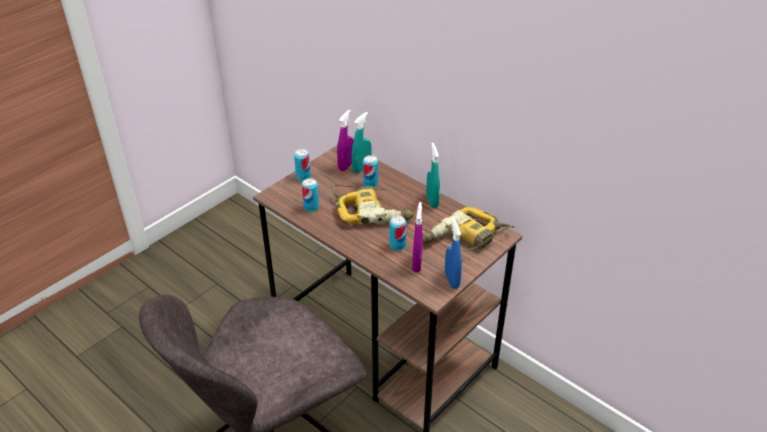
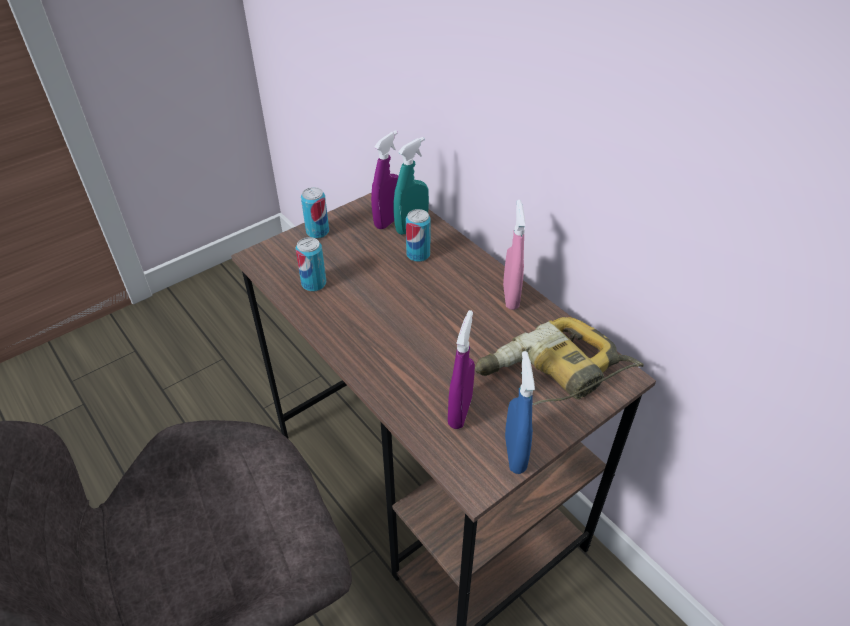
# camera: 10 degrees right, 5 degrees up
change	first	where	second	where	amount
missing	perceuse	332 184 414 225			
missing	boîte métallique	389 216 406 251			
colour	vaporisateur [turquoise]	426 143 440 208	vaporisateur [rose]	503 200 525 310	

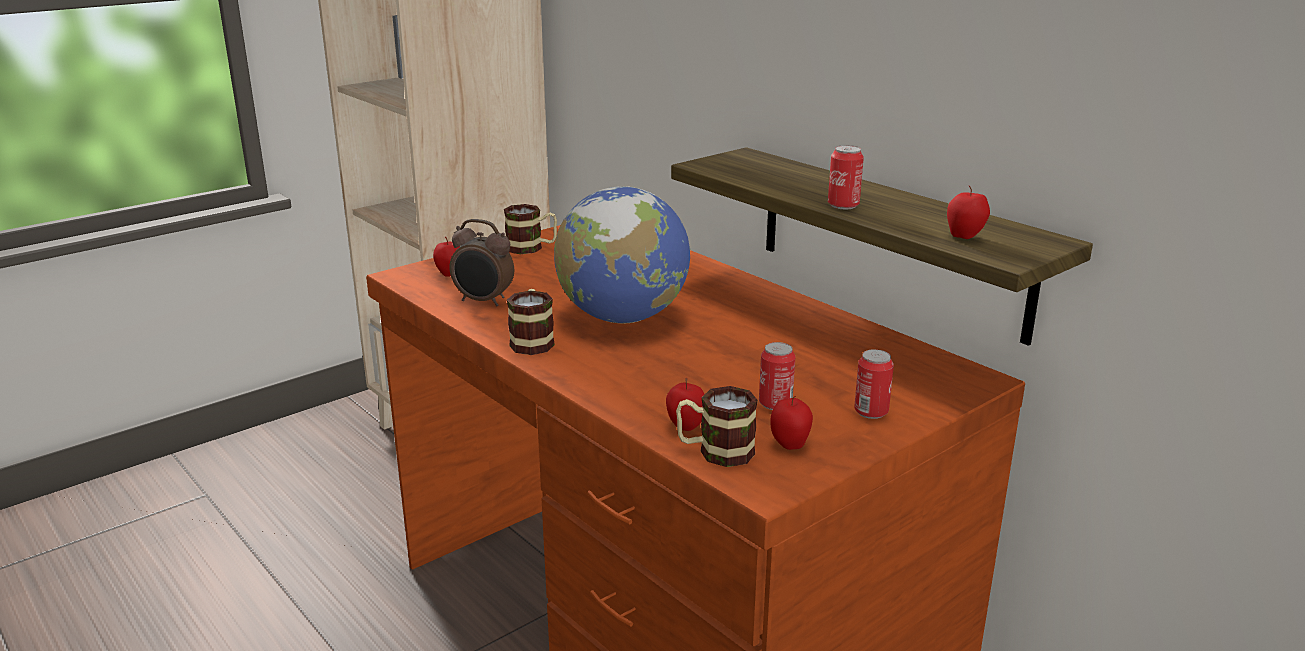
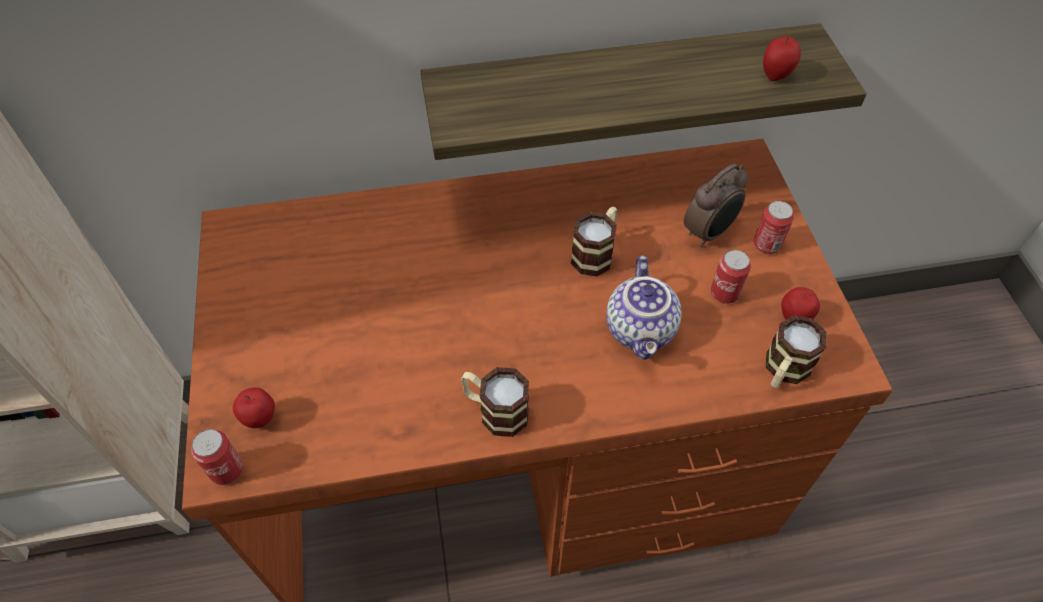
# camera: 60 degrees left, 30 degrees up
change	first	where	second	where	amount
relocated	réveil	450 219 514 306		684 164 748 247	
relocated	mug	504 204 557 254		571 207 617 277	
missing	globe	554 186 690 323			
missing	pomme	666 378 705 431			
relocated	boîte métallique	828 145 864 209		191 429 243 485	
appeared			théière	606 256 682 360	

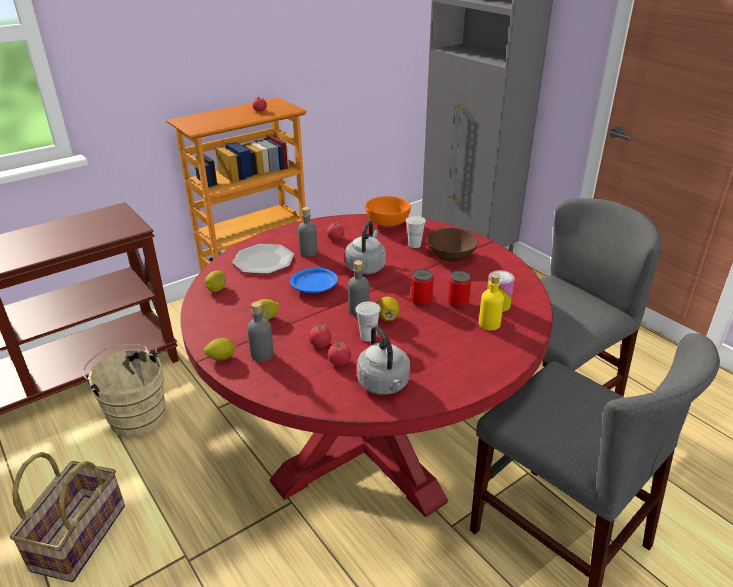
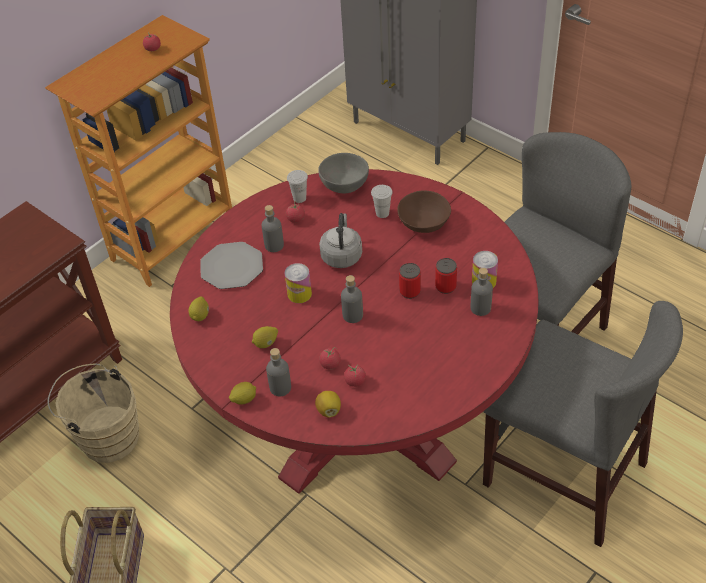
# camera: 10 degrees left, 15 degrees up
change	first	where	second	where	amount
exchanged	assiette [bleu]	290 268 338 293	boîte métallique	284 263 312 303	
relocated	tasse [blanc]	355 302 381 342		287 170 308 203	
missing	bouilloire [gris]	357 325 410 395			
colour	bol [orange]	365 196 411 227	bol [gris]	318 153 369 193	
relocated	citron	377 296 400 321		315 391 341 418	
colour	bouteille [jaune]	479 273 504 330	bouteille [gris]	471 268 493 316	

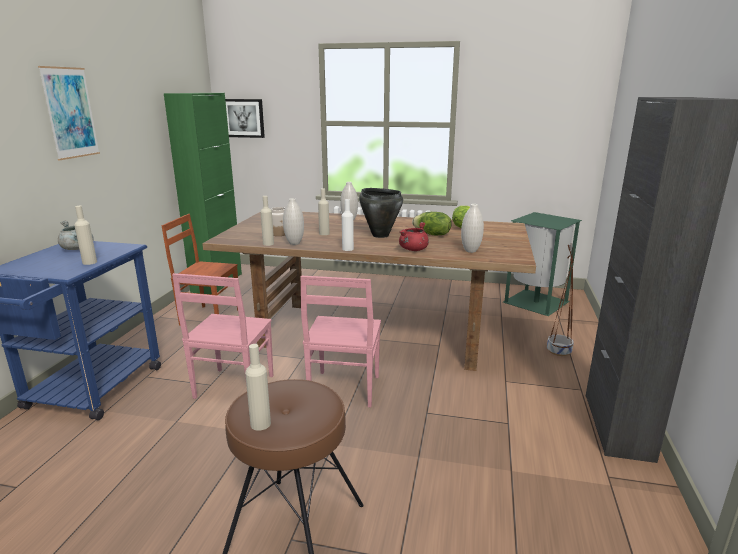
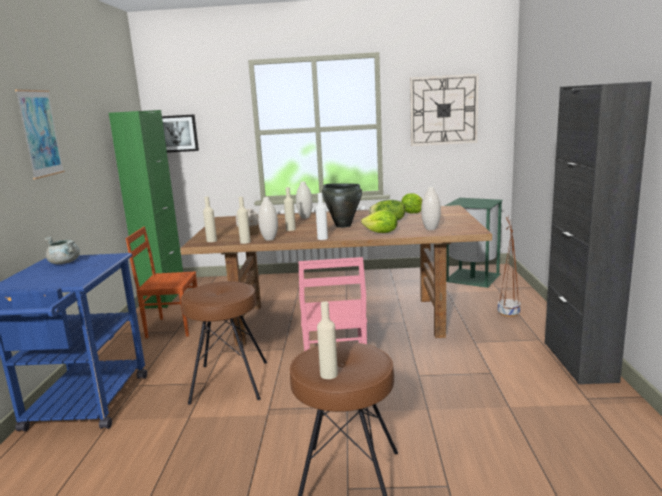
# camera: 10 degrees left, 5 degrees down
change	first	where	second	where	amount
relocated	bouteille [beige]	74 206 97 265		203 197 217 242	
exchanged	chaise [rose]	172 273 273 399	tabouret [marron]	181 281 267 405	
exchanged	marmite [rouge]	399 222 429 251	laitue	361 210 397 233	
appeared			horloge murale	410 74 478 146	

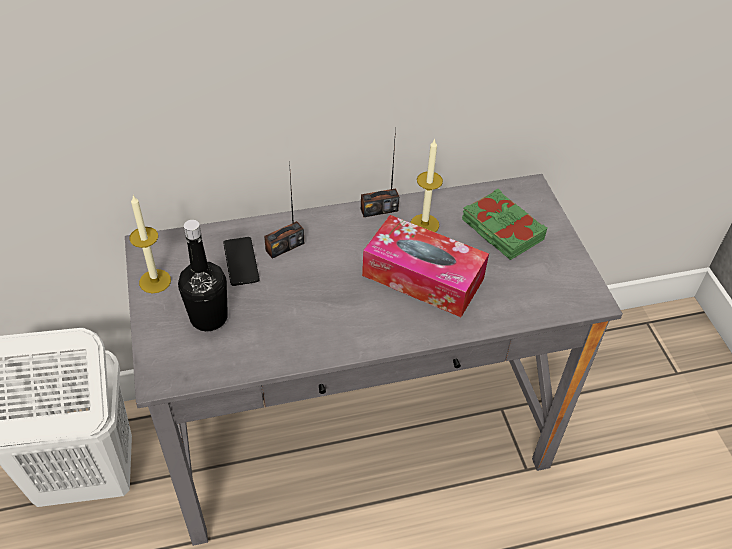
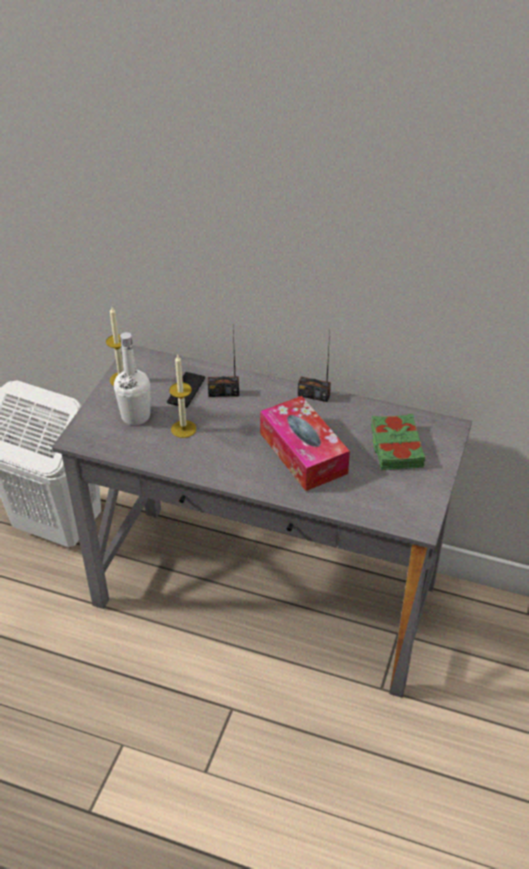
# camera: 35 degrees right, 5 degrees down
change	first	where	second	where	amount
colour	bouteille [noir]	178 220 228 331	bouteille [blanc]	114 332 150 425	
relocated	bougie	410 138 443 232		169 354 197 438	

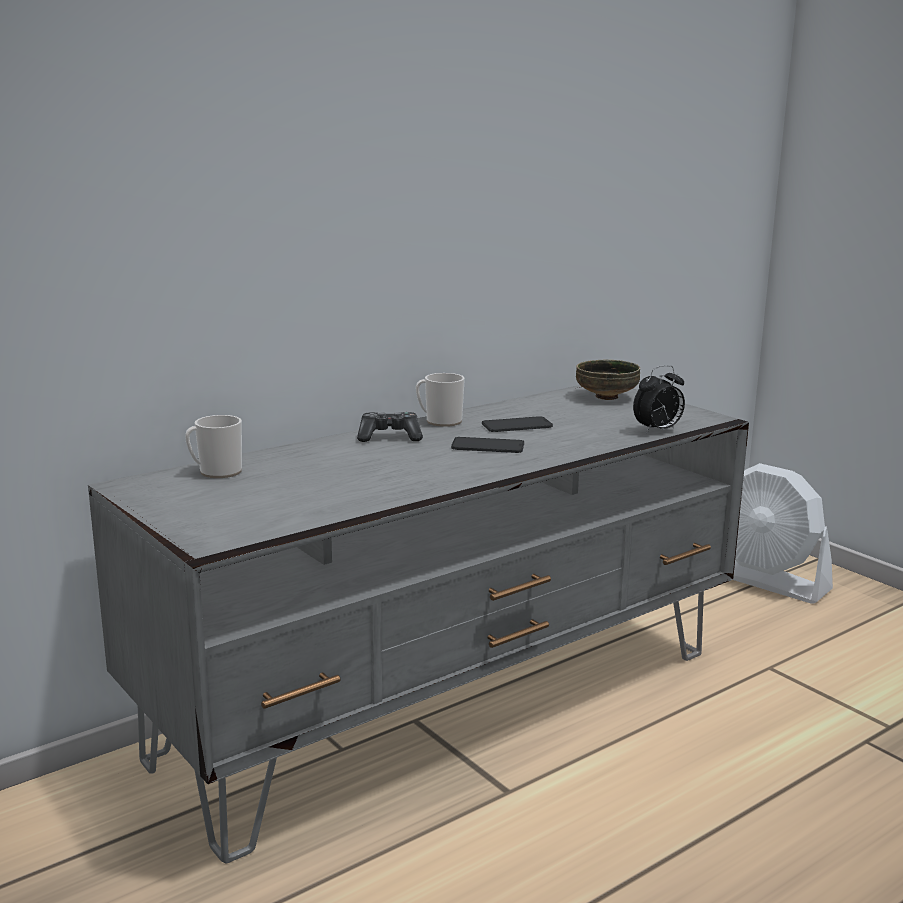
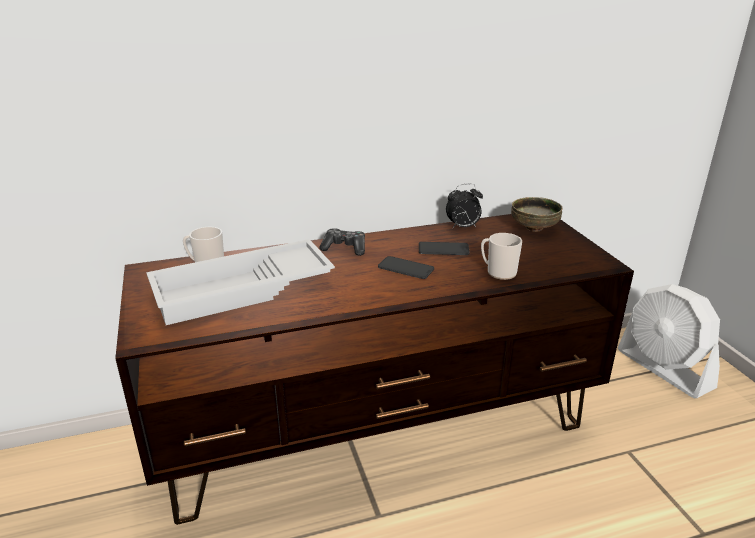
# camera: 20 degrees right, 10 degrees up
change	first	where	second	where	amount
colour	meuble télé [gris]	88 385 749 864	meuble télé [marron]	115 214 634 525	
relocated	mug	416 373 465 427		481 233 522 280	
relocated	réveil	633 365 685 434		446 184 483 229	
appeared			plateau [blanc]	146 239 335 325	

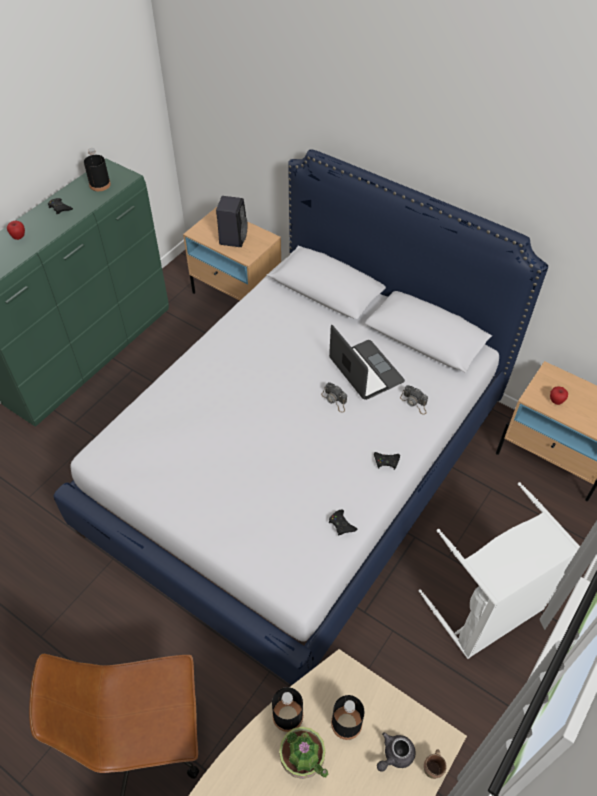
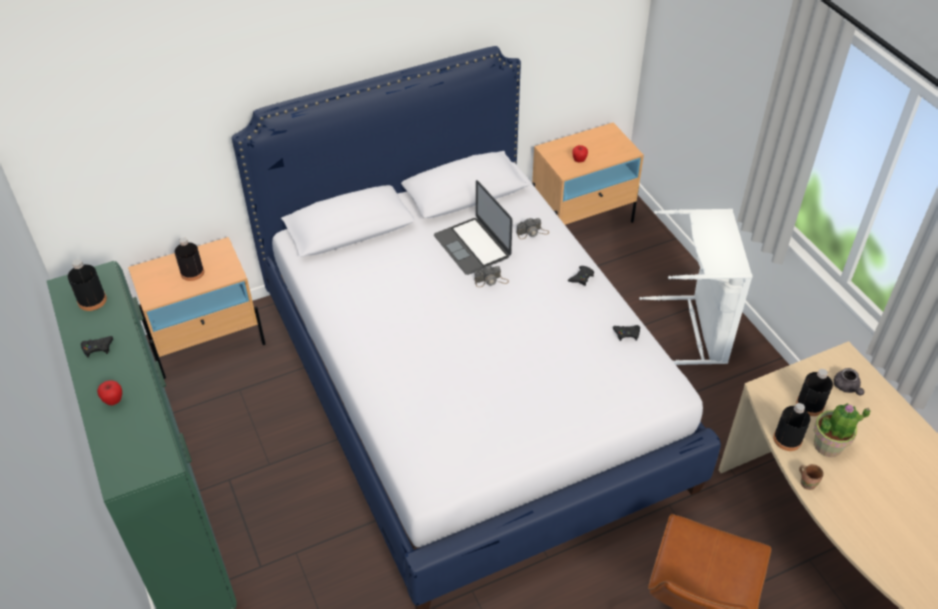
# camera: 60 degrees left, 5 degrees down
change	first	where	second	where	amount
exchanged	enceinte [noir]	216 196 248 247	bouteille [noir]	175 238 204 281	
spun	ordinateur portable	329 325 405 400		434 180 513 275	120 degrees counterclockwise
relocated	mug [marron]	424 749 447 779		799 464 823 490	

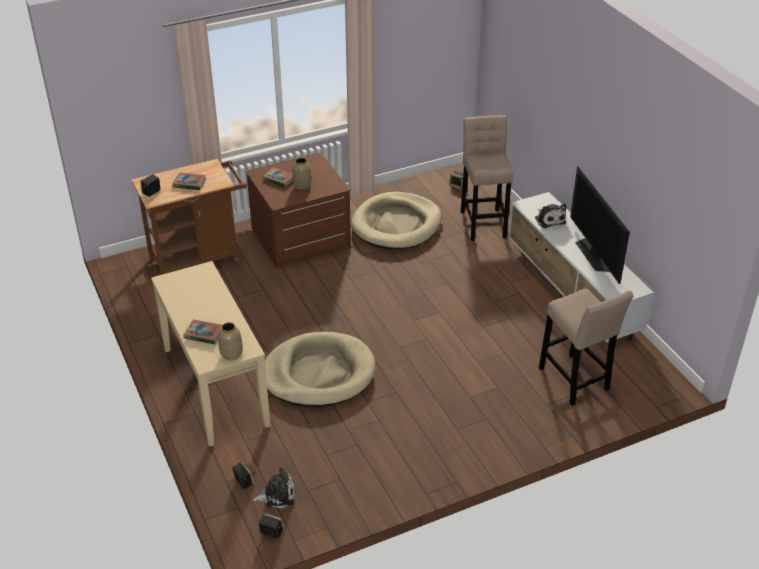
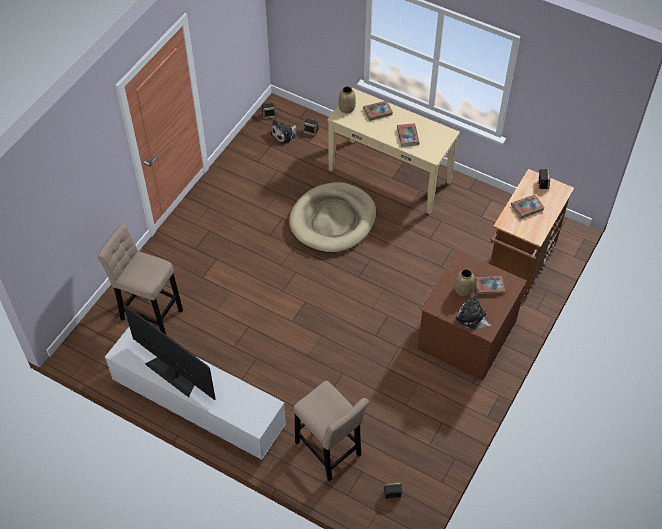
# camera: 145 degrees right, 15 degrees up
change	first	where	second	where	amount
missing	panier pour chien [beige]	351 192 442 249			
relocated	peluche	535 203 566 229		456 295 492 330	
appeared			livre	397 124 419 147	

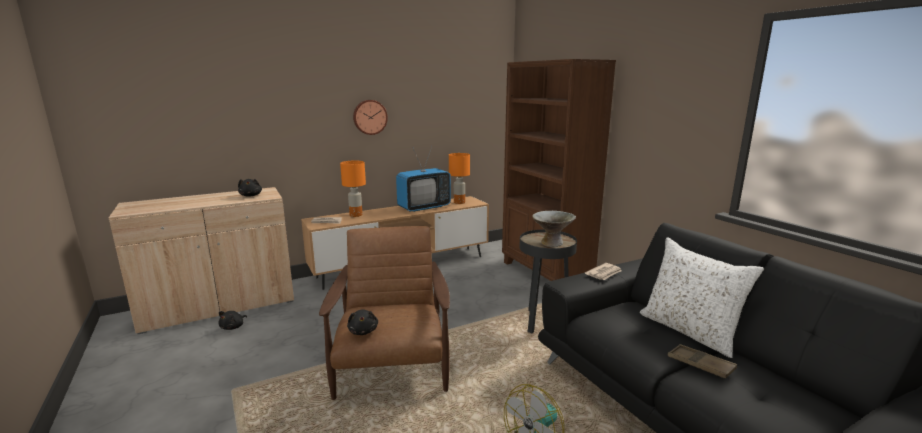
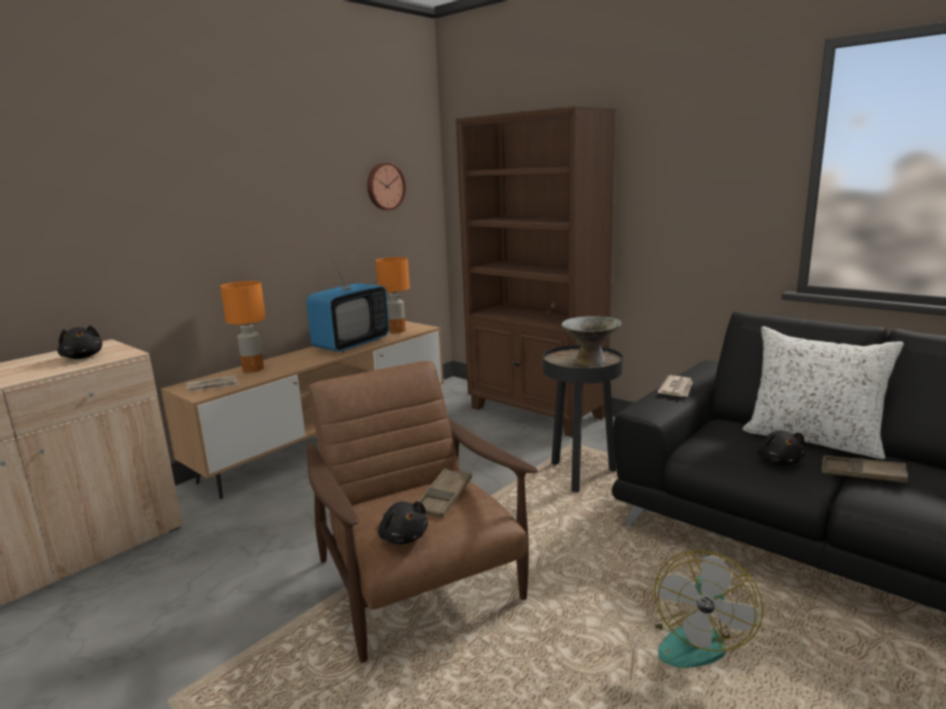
# camera: 20 degrees left, 0 degrees up
change	first	where	second	where	amount
relocated	peluche [noir]	218 311 247 330		757 430 805 465	
relocated	horloge murale	353 100 388 135		367 163 406 210	
appeared			plateau [marron]	419 468 472 518	

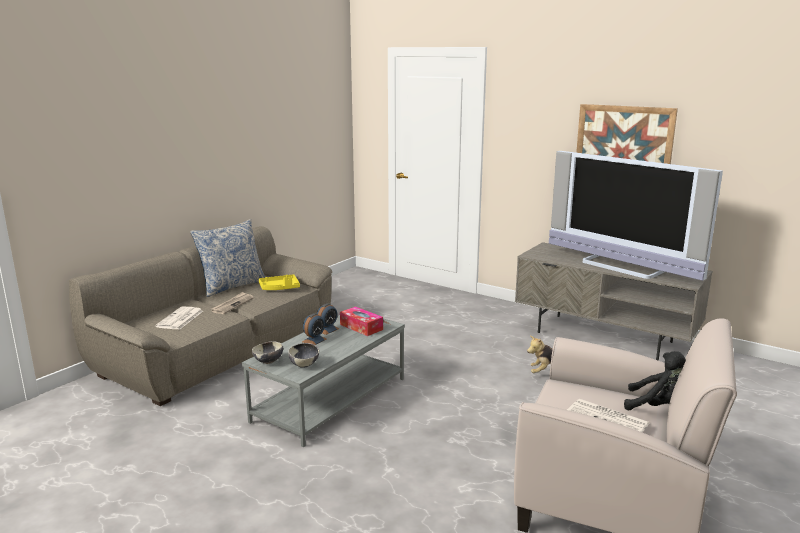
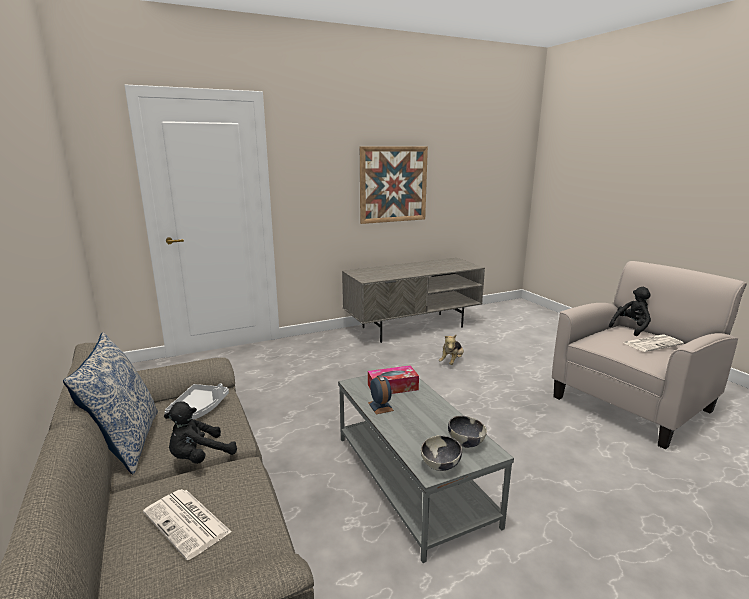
# camera: 60 degrees left, 0 degrees up
change	first	where	second	where	amount
exchanged	journal	211 292 254 314	peluche [noir]	164 401 237 464	
colour	plateau [jaune]	259 274 300 290	plateau [gris]	164 383 229 419	
missing	réveil	302 313 327 345			
missing	téléviseur	549 151 723 281			

